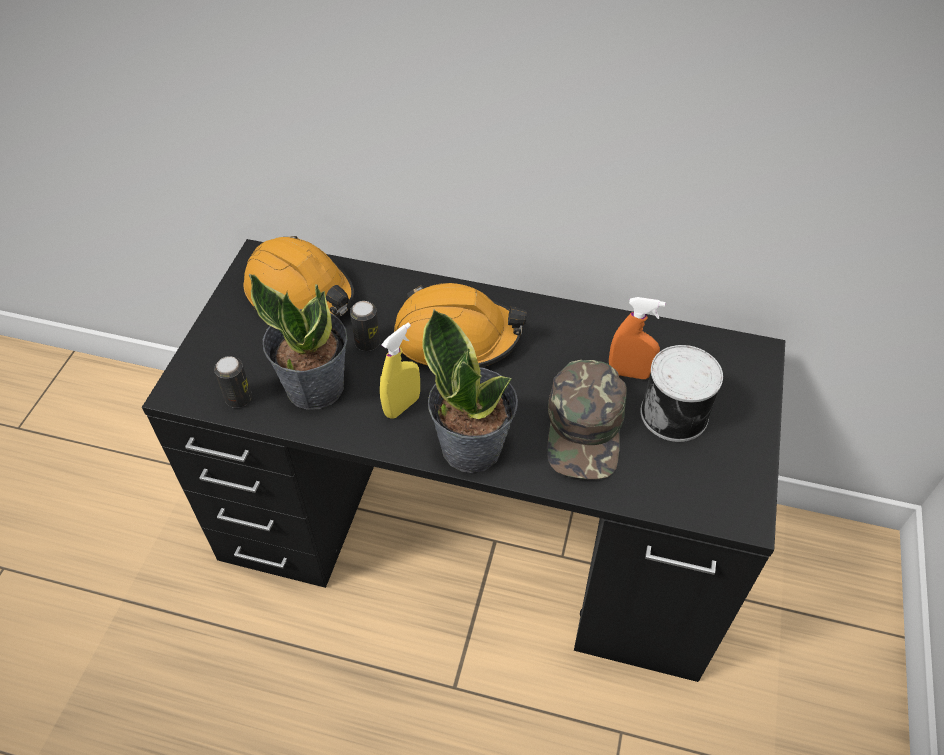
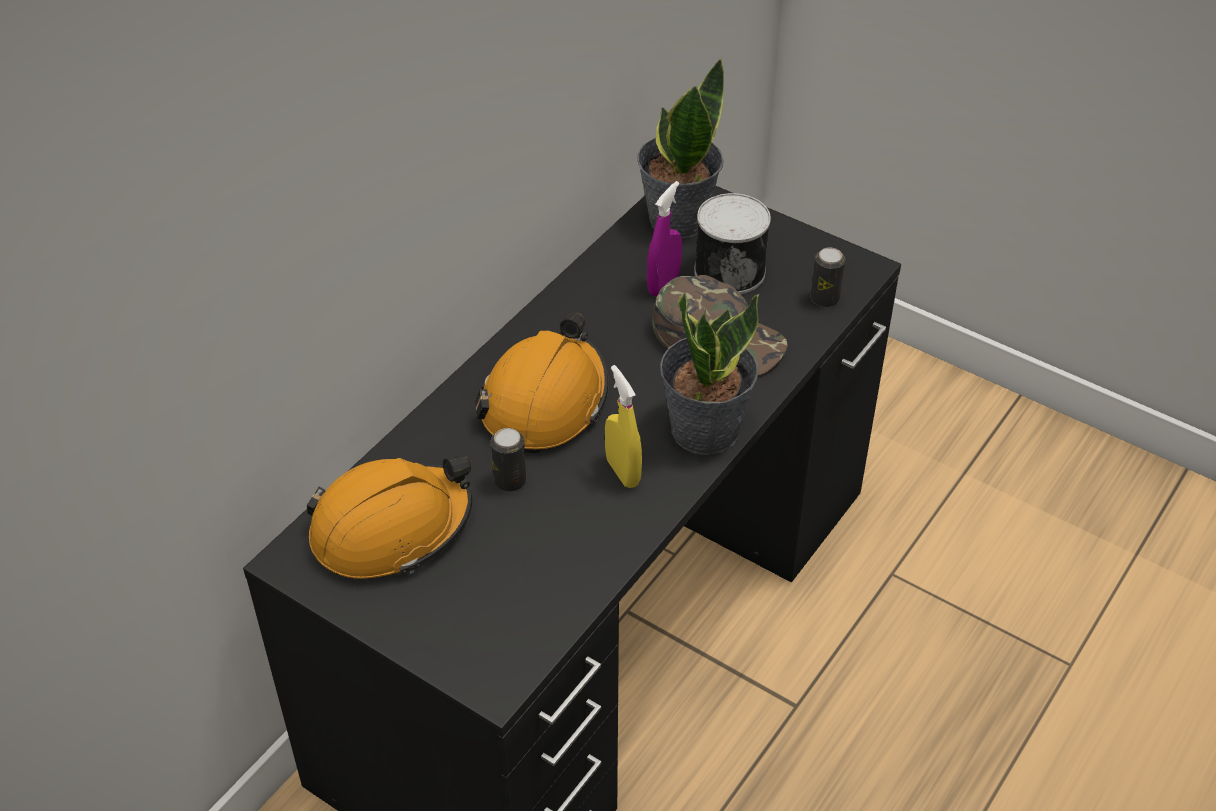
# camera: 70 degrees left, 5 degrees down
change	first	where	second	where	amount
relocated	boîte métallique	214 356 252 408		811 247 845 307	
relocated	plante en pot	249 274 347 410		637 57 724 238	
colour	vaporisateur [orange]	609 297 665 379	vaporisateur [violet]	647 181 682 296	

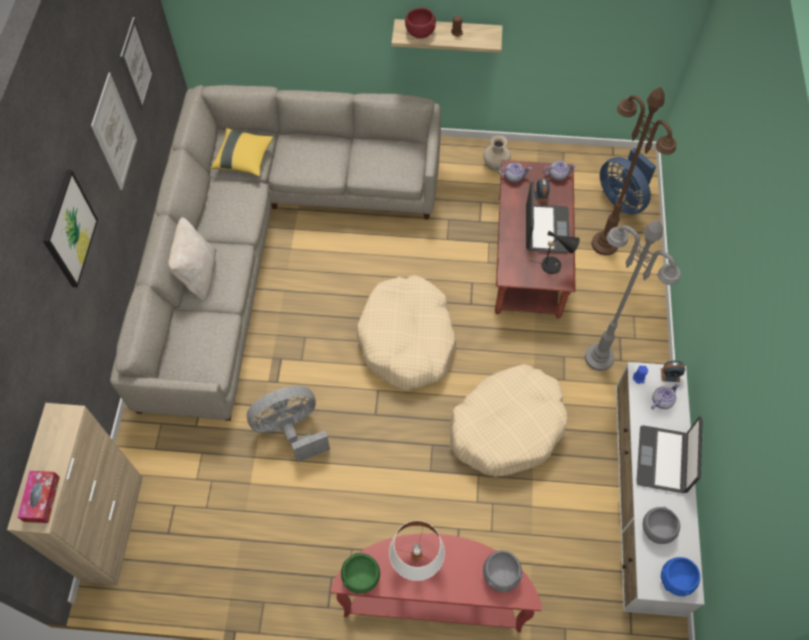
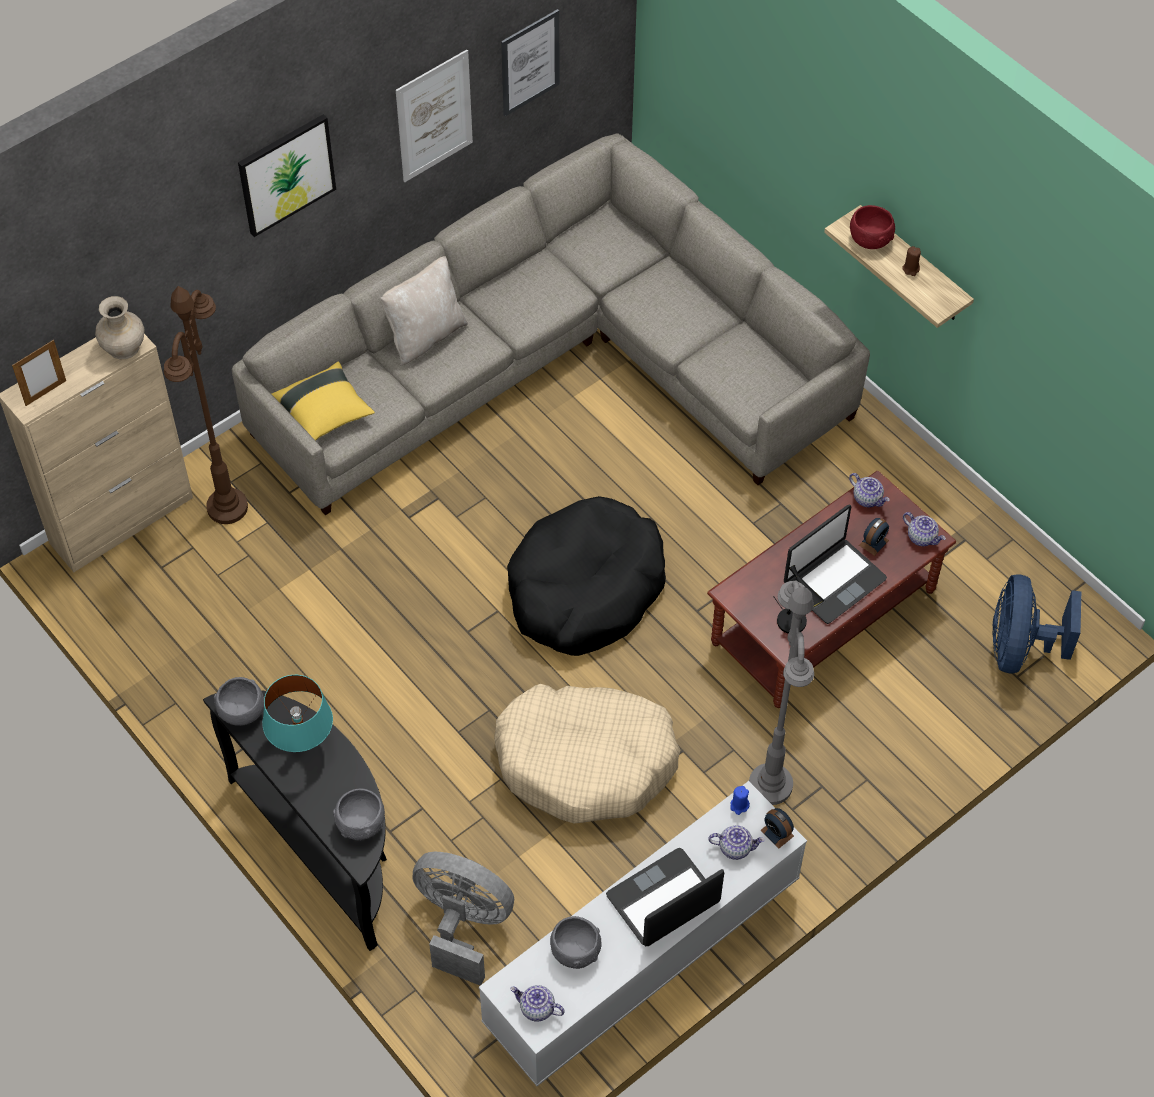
# camera: 45 degrees right, 5 degrees down
change	first	where	second	where	amount
exchanged	boîte à mouchoirs	18 471 60 523	cadre photo	12 340 66 406	
relocated	coussin [jaune]	210 128 273 176		271 362 375 441	
relocated	ventilateur [gris]	247 386 330 462		412 852 514 985	
colour	table console [rouge]	330 533 542 632	table console [noir]	203 690 387 951	
colour	bol [vert]	341 553 380 594	bol [gris]	214 677 264 726	
colour	panier pour chien [beige]	357 275 457 391	panier pour chien [noir]	507 496 666 656	
colour	lampe de table [blanc]	389 520 445 581	lampe de table [turquoise]	262 675 333 752	
relocated	vase [beige]	483 135 511 172		95 296 144 359	
relocated	lampadaire [marron]	592 87 677 255		164 286 248 524	
exchanged	bol [bleu]	661 557 700 596	théière	510 985 565 1022	

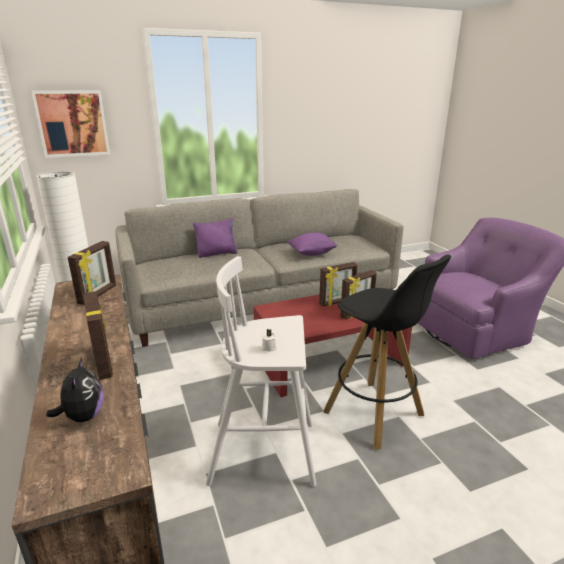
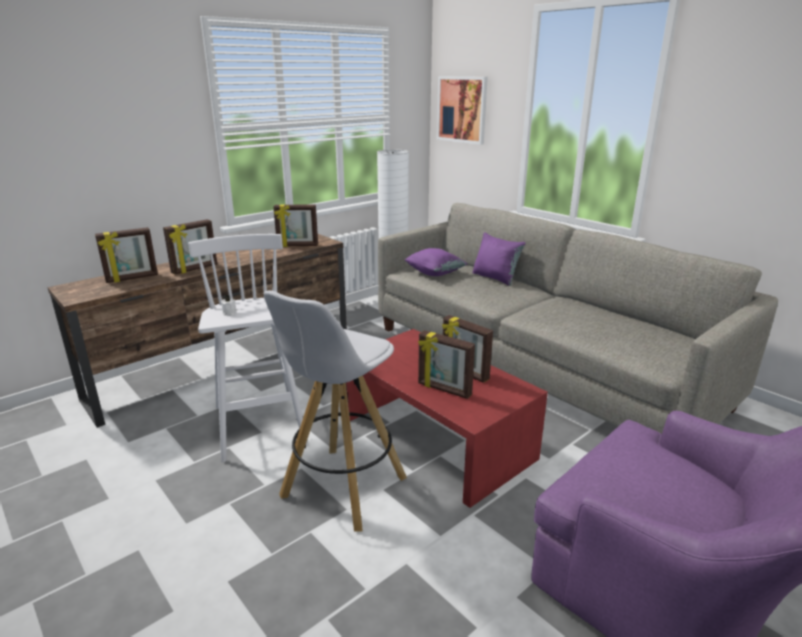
# camera: 70 degrees right, 0 degrees up
change	first	where	second	where	amount
exchanged	peluche	47 357 104 422	cadre photo	95 227 158 283	
relocated	coussin [violet]	287 233 338 256		405 248 467 276	
colour	tabouret [noir]	323 255 451 450	tabouret [blanc]	264 290 407 532	

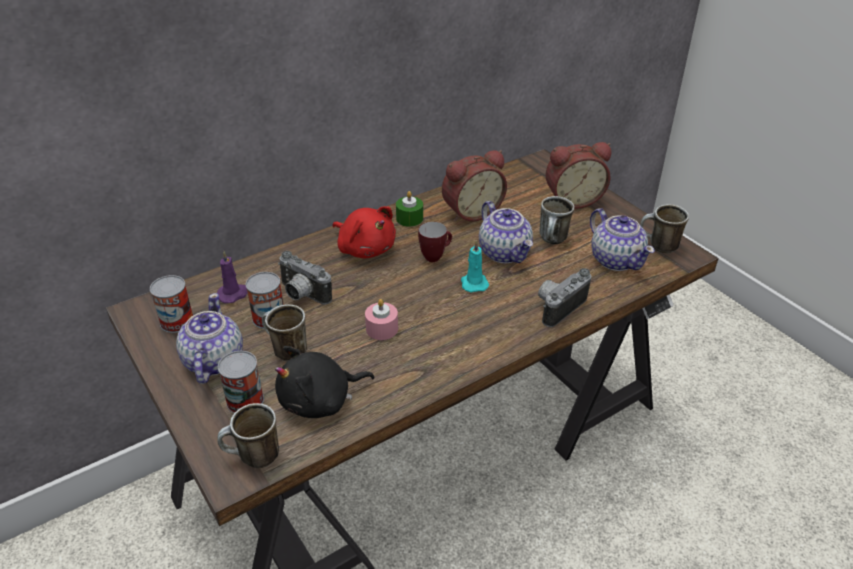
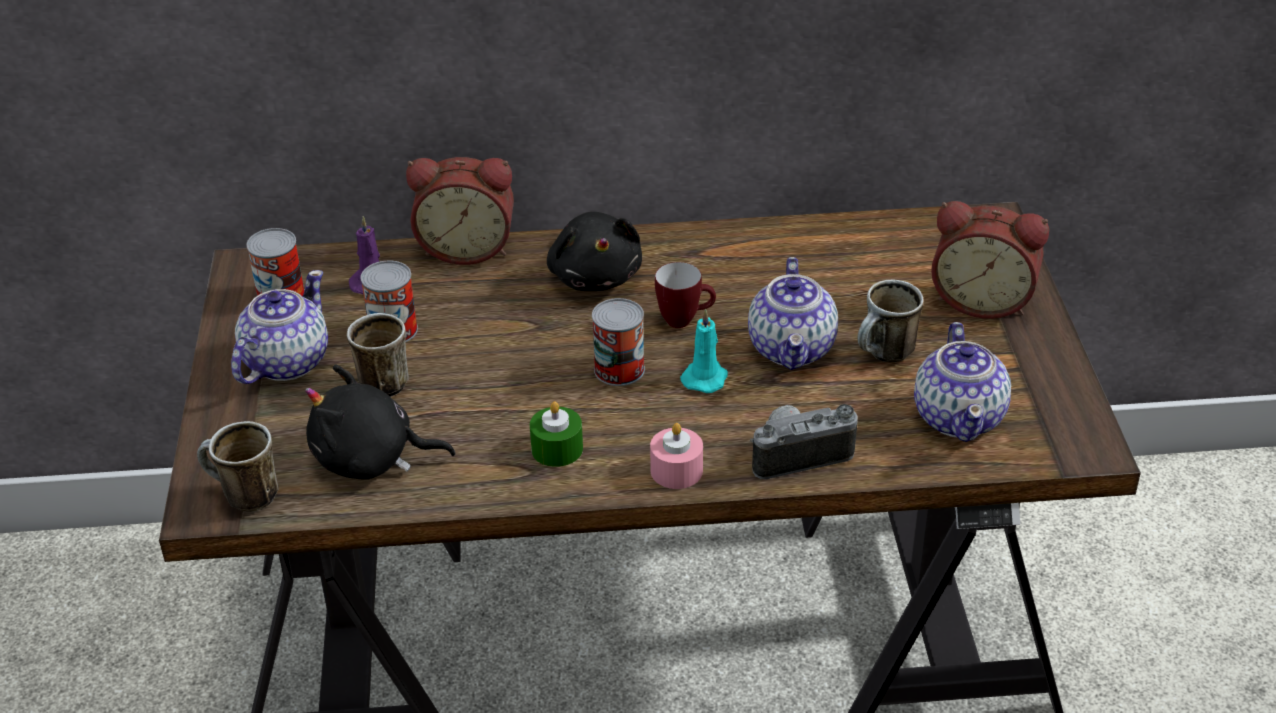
# camera: 30 degrees right, 0 degrees up
change	first	where	second	where	amount
relocated	boîte métallique	218 351 264 413		592 298 645 386	
missing	appareil photo	278 251 332 305			
colour	peluche [rouge]	332 206 396 258	peluche [noir]	547 212 642 291	
relocated	bougie [rose]	365 299 398 340		650 423 703 489	
relocated	bougie [vert]	396 191 423 227		530 402 583 467	
relocated	réveil	442 150 507 222		406 157 514 265	
missing	mug	640 204 689 254			

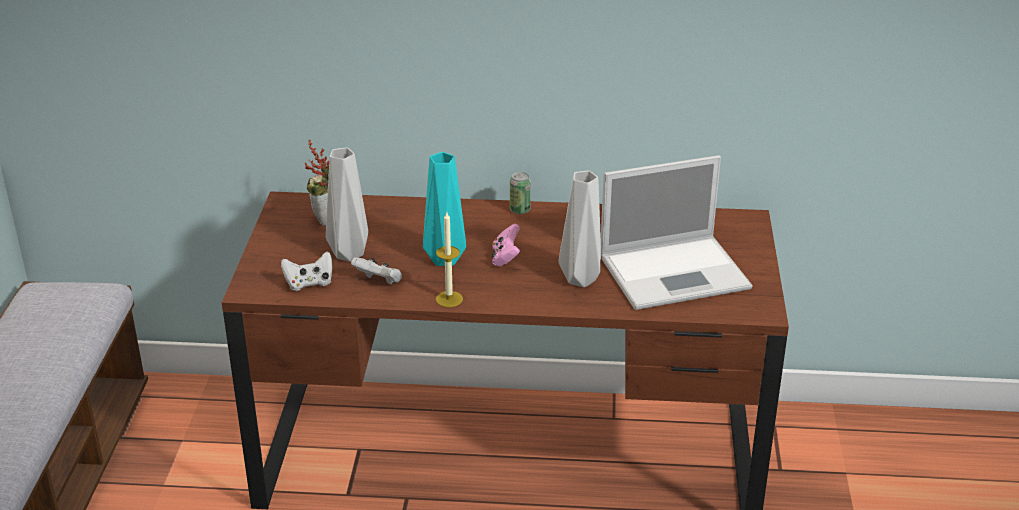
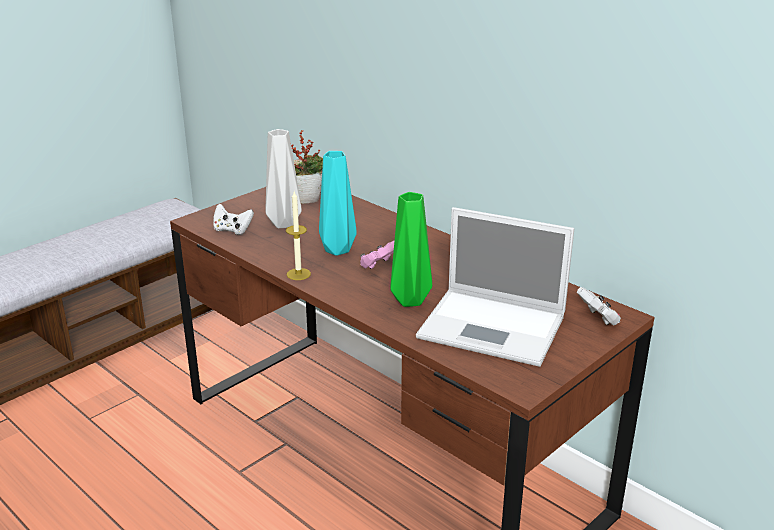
# camera: 40 degrees right, 5 degrees down
change	first	where	second	where	amount
relocated	manette [blanc]	351 257 402 285		577 287 621 325	
missing	boîte métallique	510 172 531 214			
colour	vase [gris]	559 171 601 287	vase [vert]	390 192 432 307	

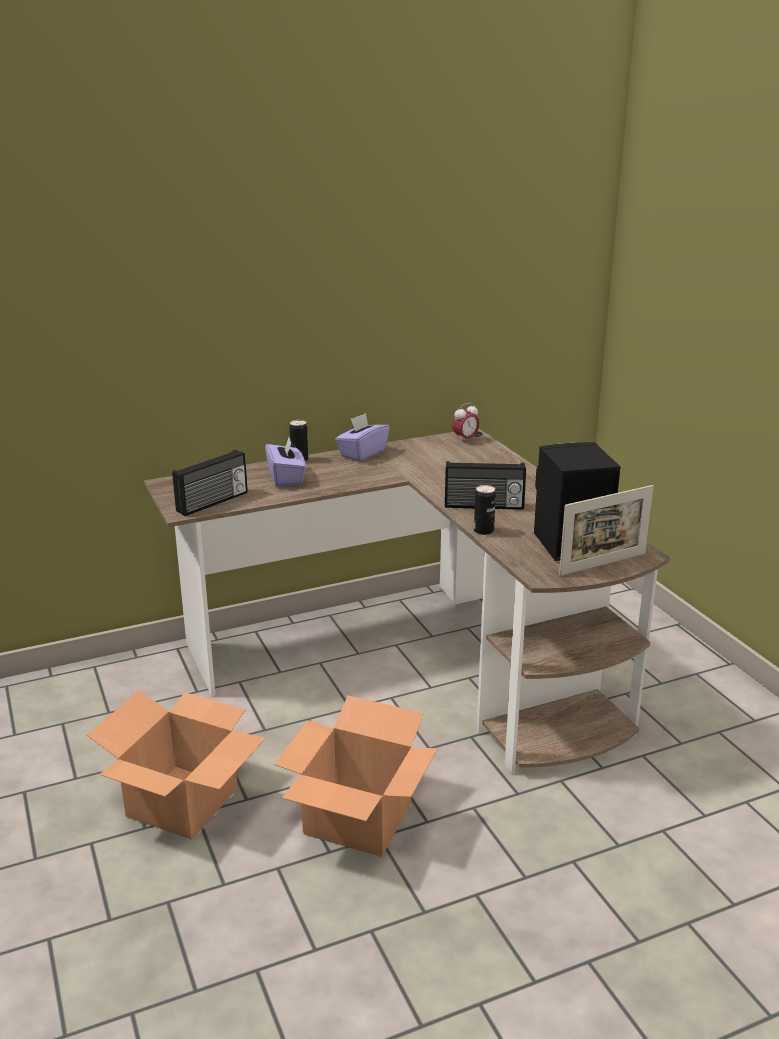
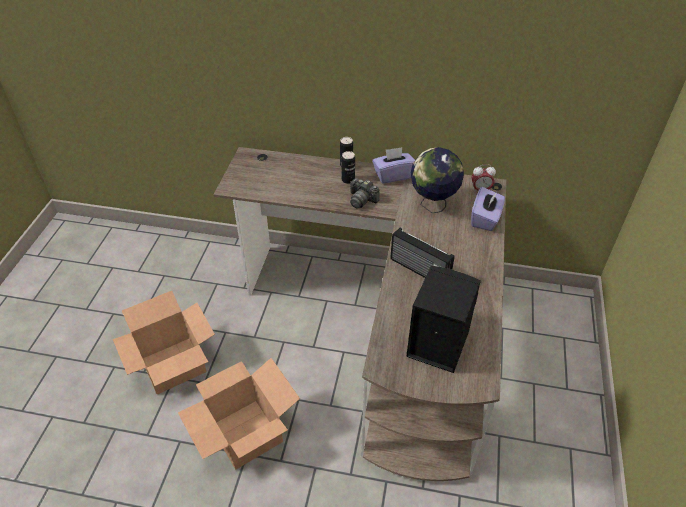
# camera: 35 degrees right, 20 degrees up
change	first	where	second	where	amount
missing	radio	172 450 248 516			
relocated	boîte à mouchoirs [violet]	265 437 306 487		471 187 505 231	
relocated	boîte métallique	474 485 496 535		342 151 355 184	
missing	cadre photo	559 485 654 576			
appeared			appareil photo	350 178 380 208	
appeared			globe	410 147 464 213	

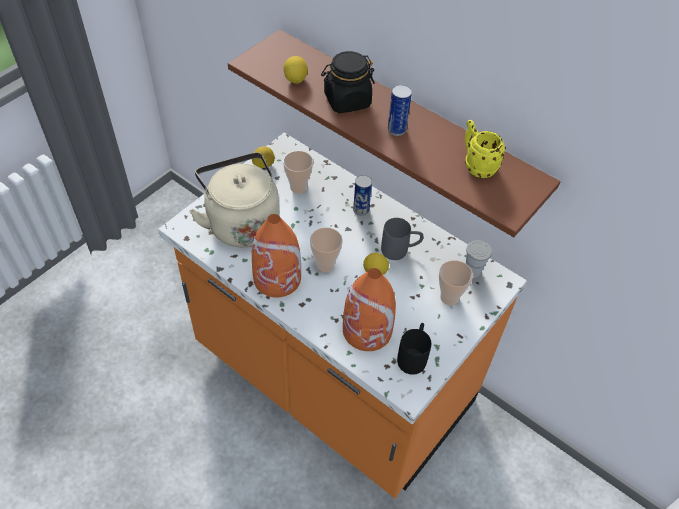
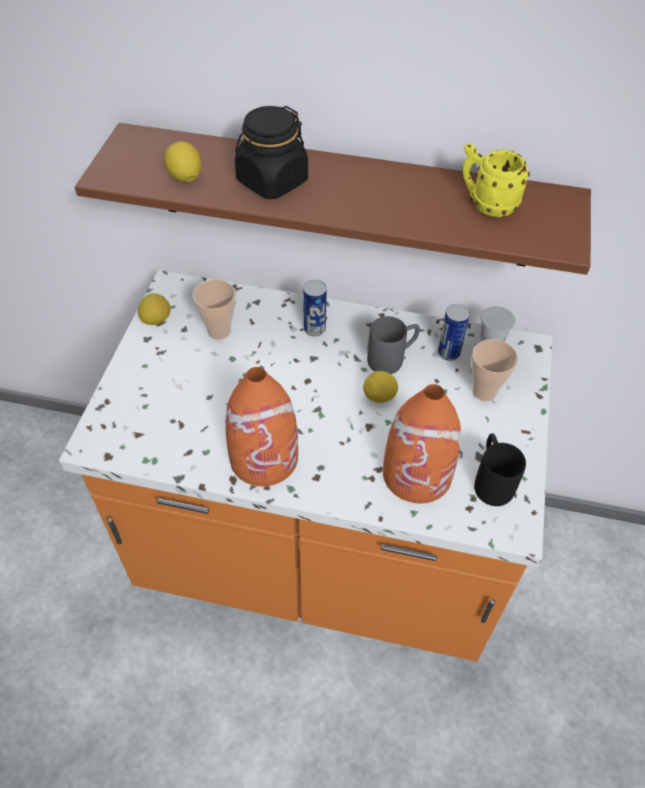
# camera: 25 degrees left, 0 degrees up
change	first	where	second	where	amount
missing	bouilloire [beige]	189 152 280 247			
missing	tasse	310 227 343 272			
relocated	boîte métallique	388 85 412 136		438 304 470 361	

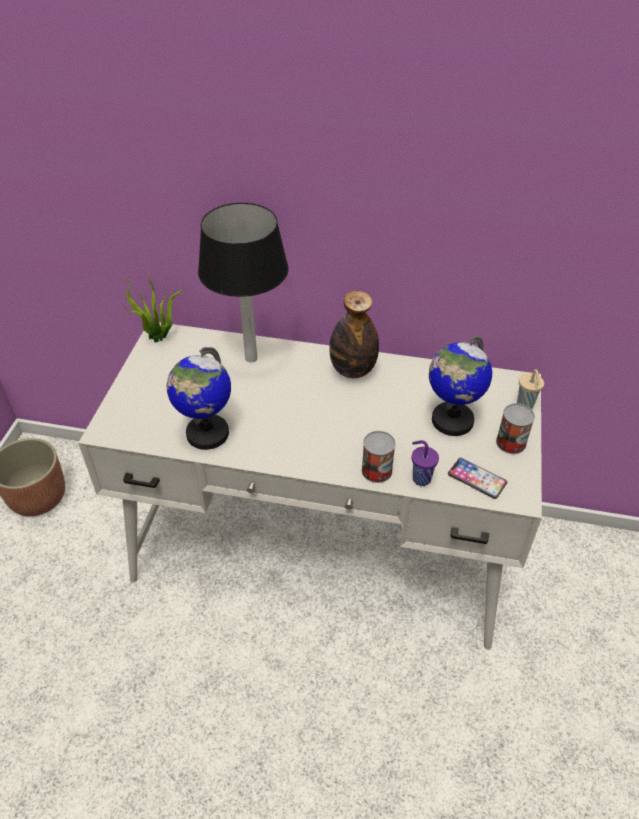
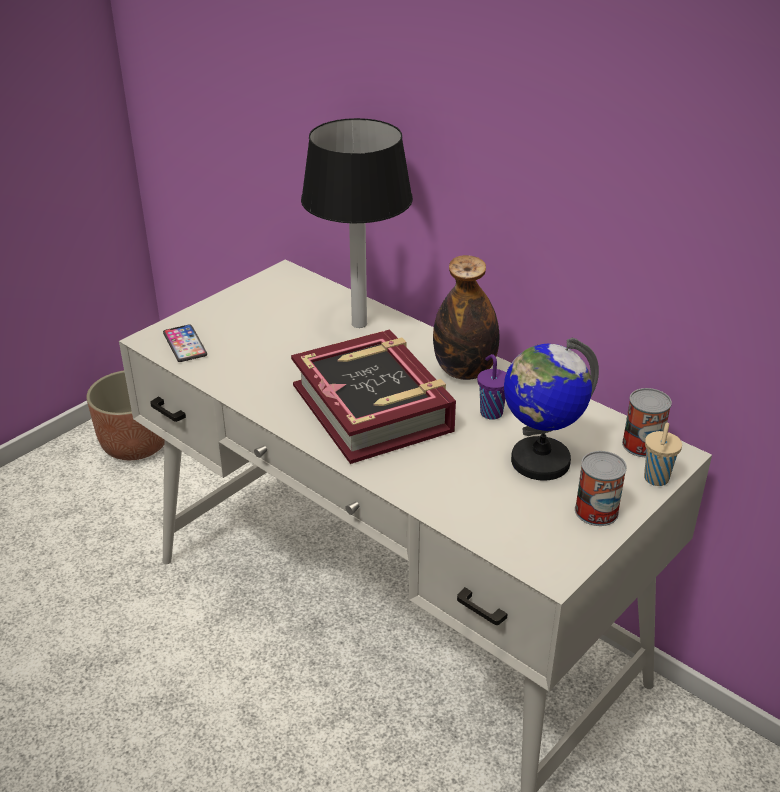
# camera: 30 degrees right, 10 degrees down
change	first	where	second	where	amount
missing	plante en pot	123 272 184 342			
missing	globe	167 347 231 450			
relocated	boîte métallique	362 431 396 483		622 388 672 457	
relocated	tasse [violet]	412 440 439 486		477 354 506 420	
relocated	téléphone	448 458 507 499		163 325 207 362	
appeared			livre	291 329 456 464	

